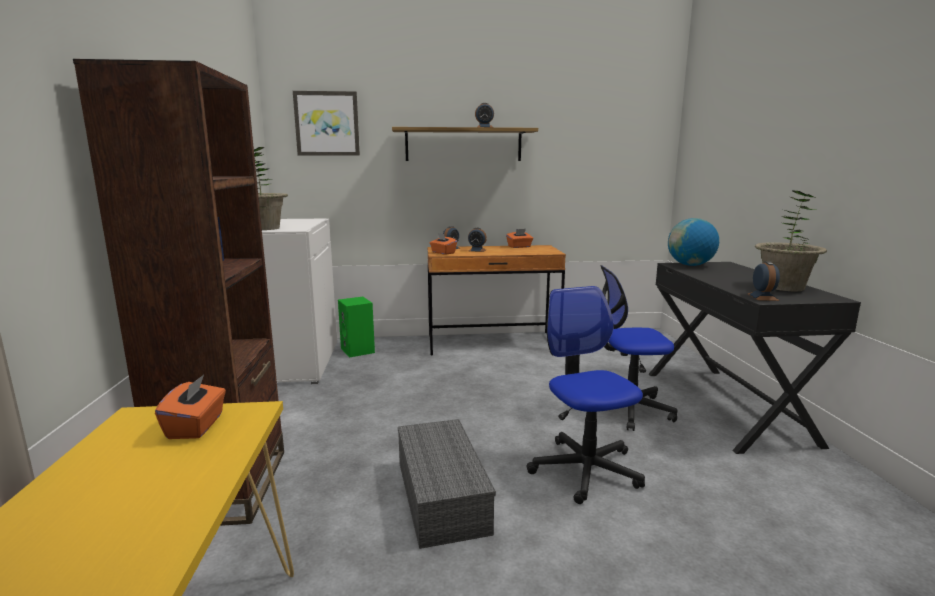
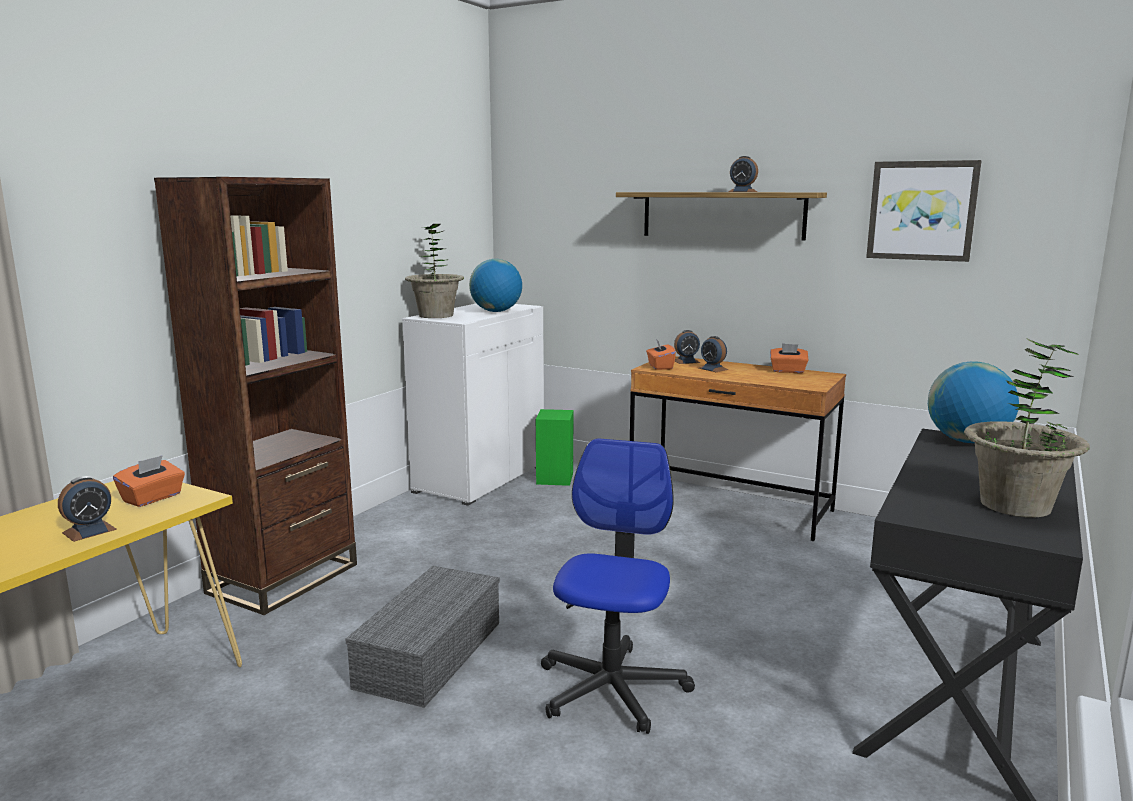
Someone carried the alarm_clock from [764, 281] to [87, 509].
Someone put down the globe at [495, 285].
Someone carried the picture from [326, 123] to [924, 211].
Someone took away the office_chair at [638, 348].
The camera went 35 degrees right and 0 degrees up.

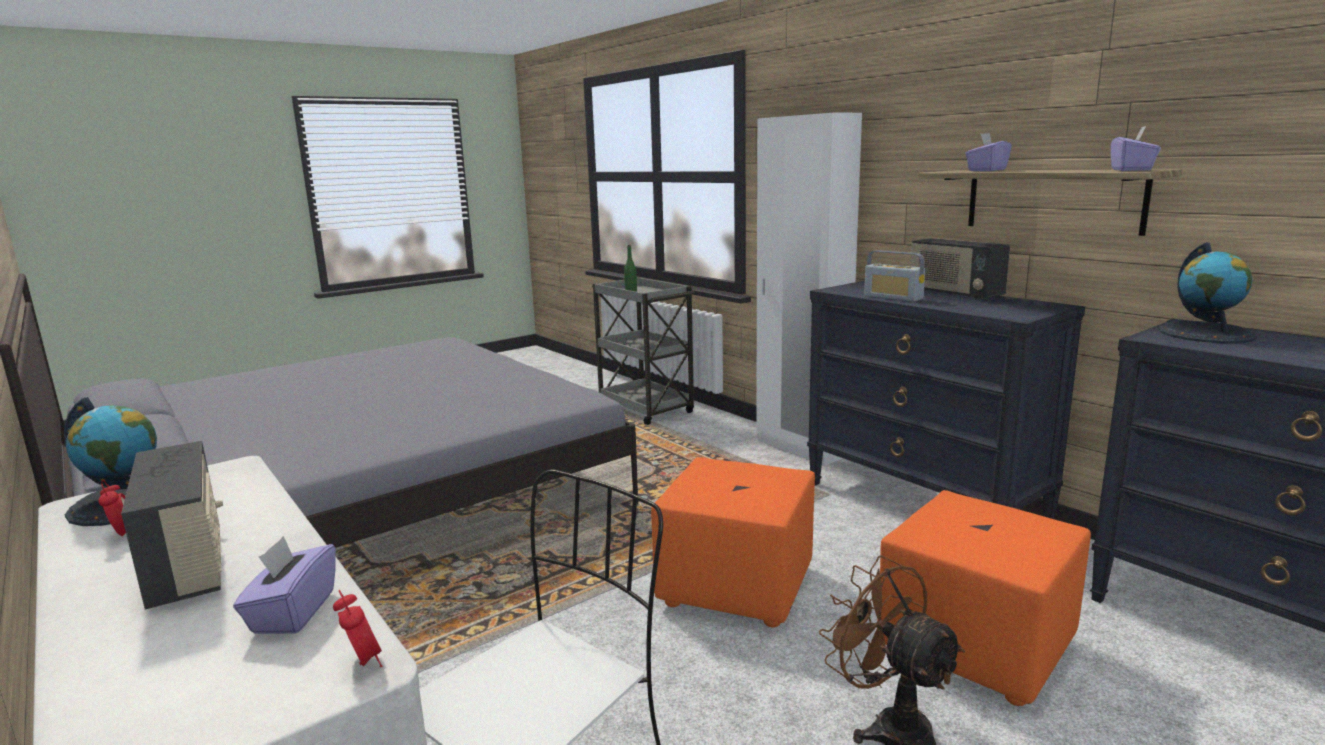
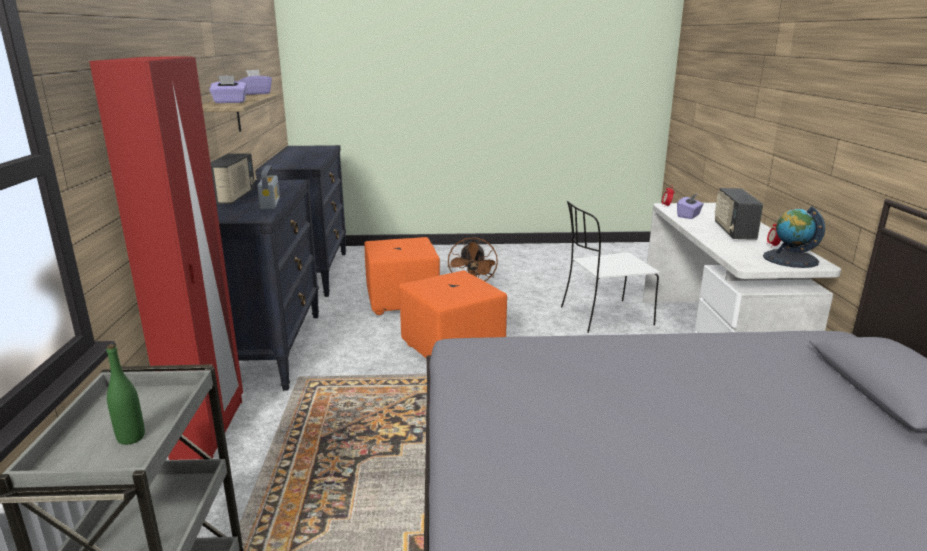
Someone repainted the white_wardrobe at [809, 289], which became the red_wardrobe at [166, 258].
Someone took away the globe at [1207, 292].
The camera went 145 degrees left and 5 degrees up.

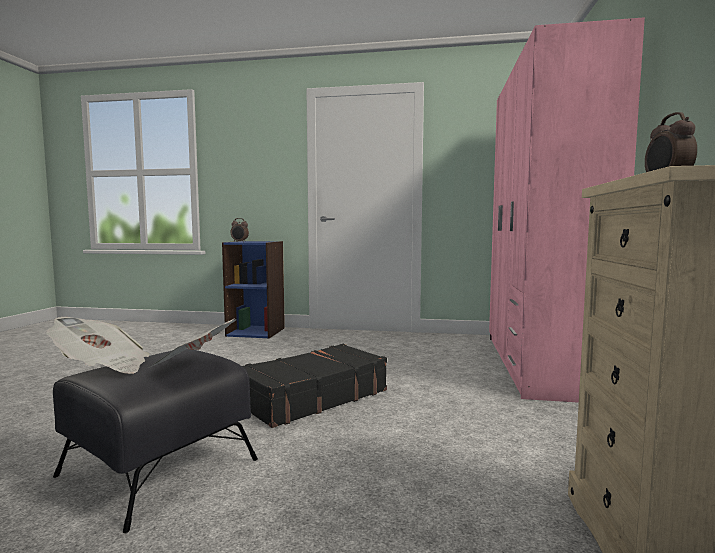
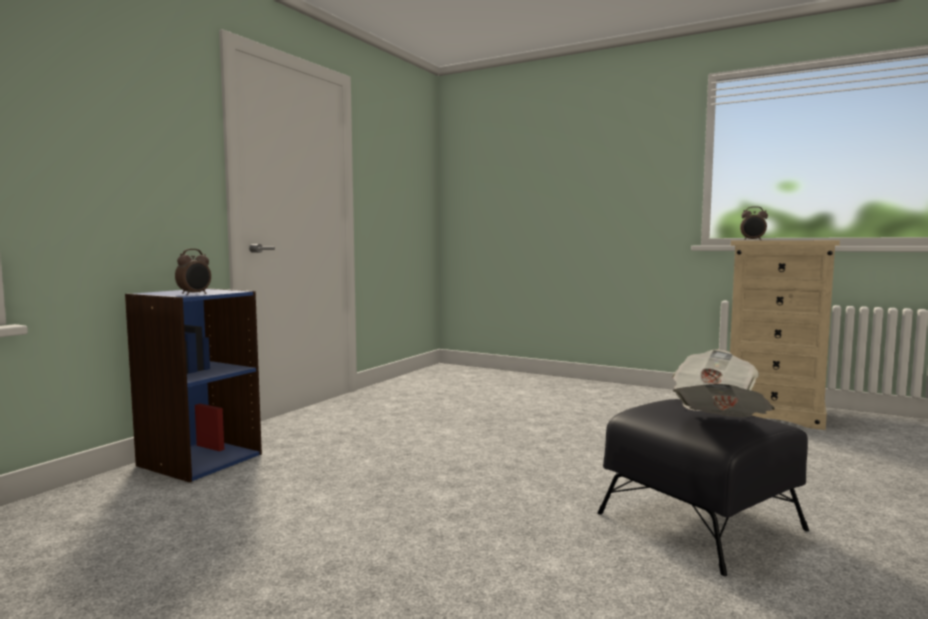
Someone took away the black_suitcase at [314, 386].
Someone took away the pink_wardrobe at [567, 210].
The camera went 70 degrees left and 0 degrees up.

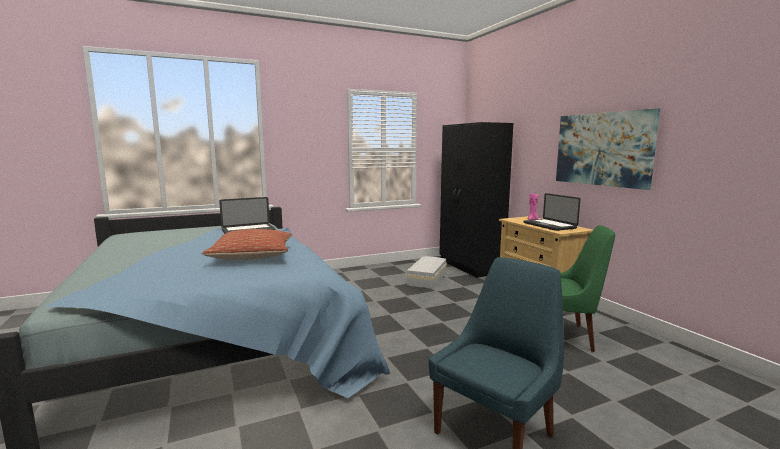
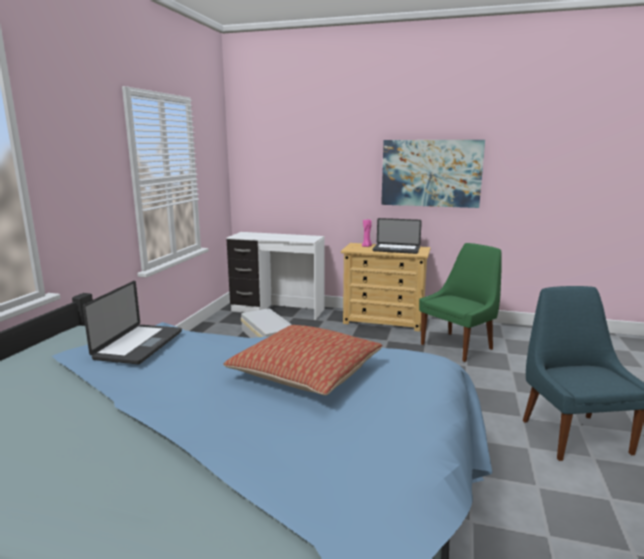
Someone swapped the black_wardrobe at [476, 200] for the white_desk at [275, 276].
The camera went 50 degrees left and 5 degrees up.

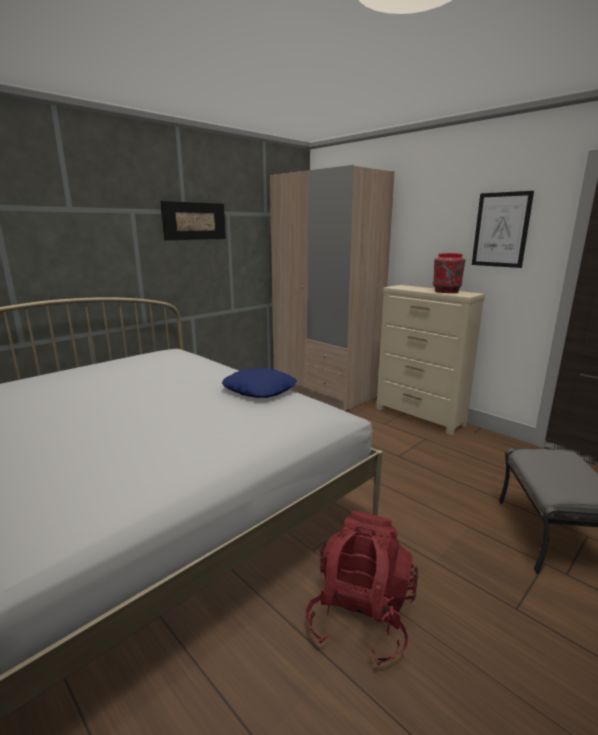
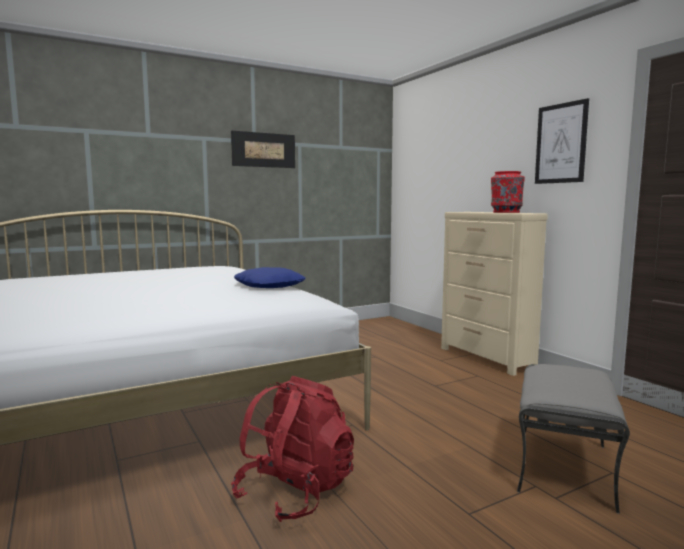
Someone took away the beige_wardrobe at [332, 288].
The camera went 15 degrees right and 10 degrees down.

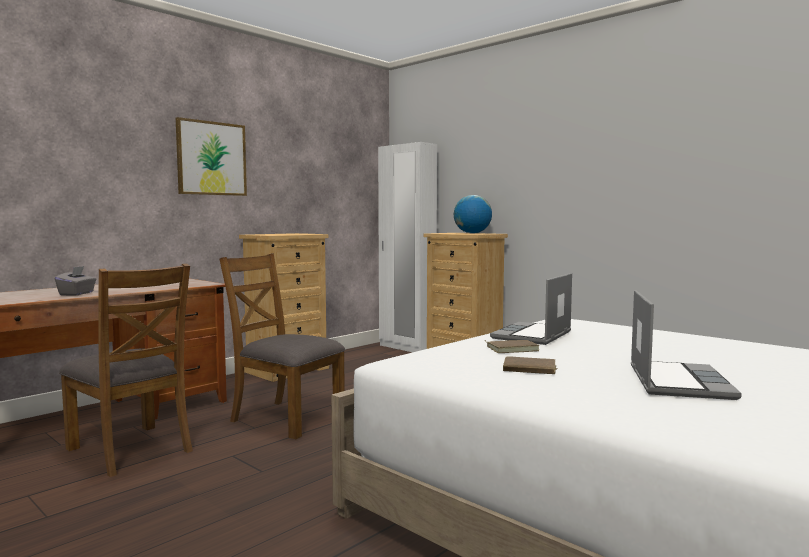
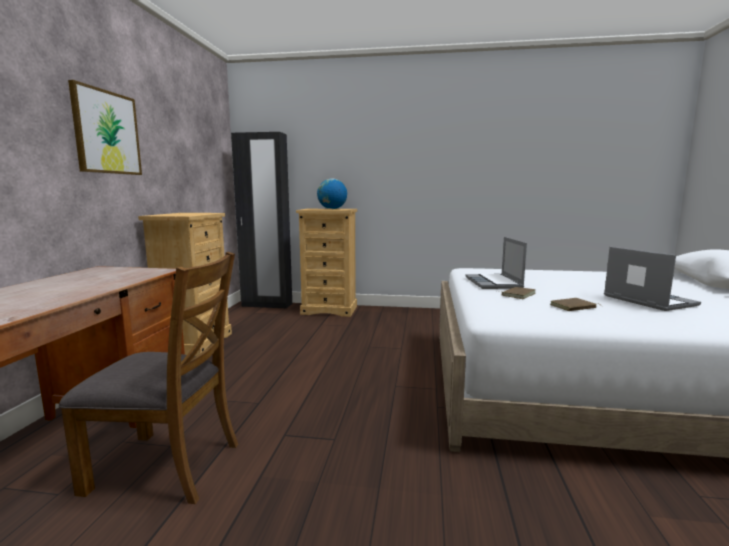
Someone repainted the white_wardrobe at [407, 247], which became the black_wardrobe at [261, 220].
Someone took away the grey_tissue_box at [75, 280].
Someone took away the brown_chair at [282, 346].
The camera went 35 degrees left and 5 degrees up.

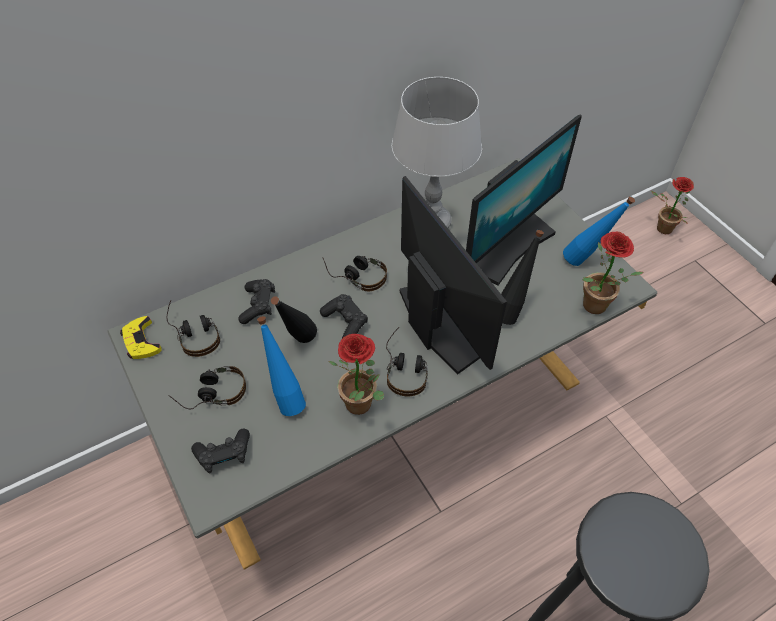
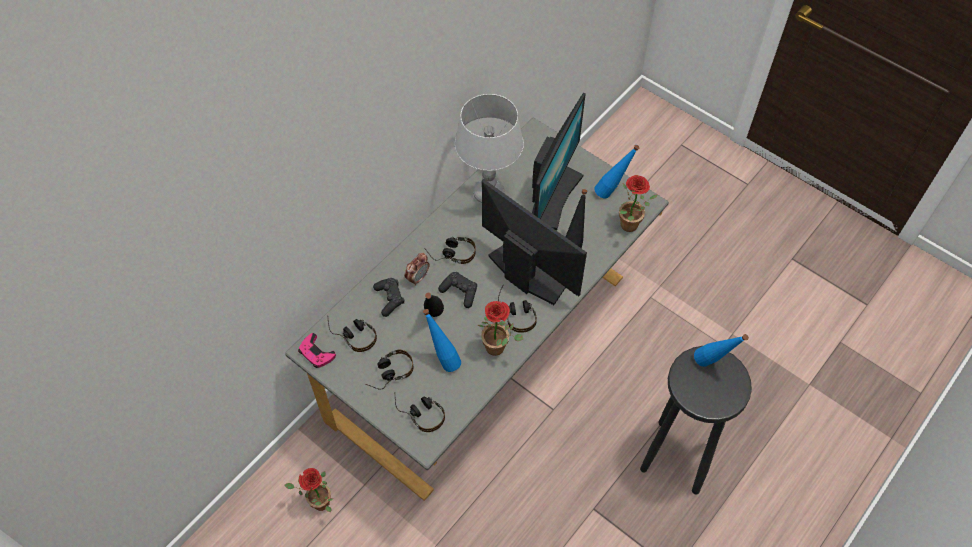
Someone carried the potted_plant from [672, 205] to [308, 490].
Someone repainted the yellow_game_controller at [141, 337], which became the pink_game_controller at [317, 350].
Someone swapped the black_game_controller at [220, 451] for the headphones at [419, 412].
Someone put down the alarm_clock at [417, 269].
Someone put down the blue_bottle at [721, 350].
The camera went 20 degrees left and 5 degrees up.

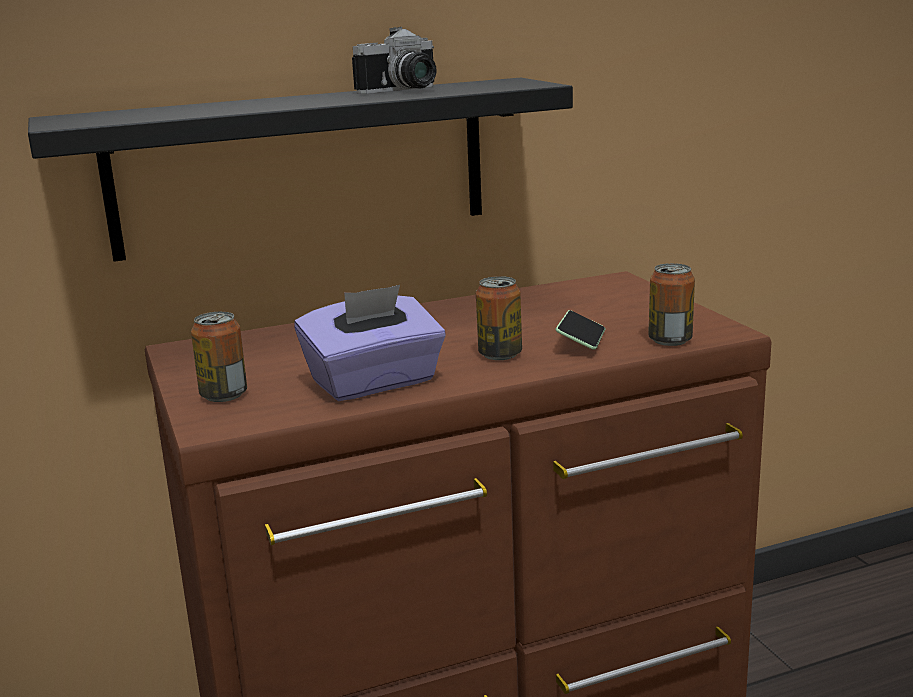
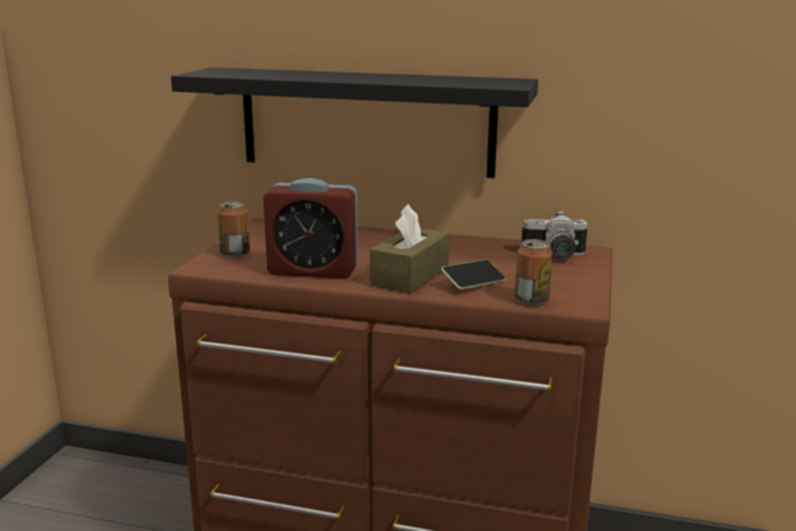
Someone swapped the purple_tissue_box at [369, 343] for the alarm_clock at [310, 228].
Someone swapped the can at [499, 318] for the brown_tissue_box at [409, 249].
Someone carried the photo_camera from [394, 60] to [554, 235].
The camera went 35 degrees right and 0 degrees up.

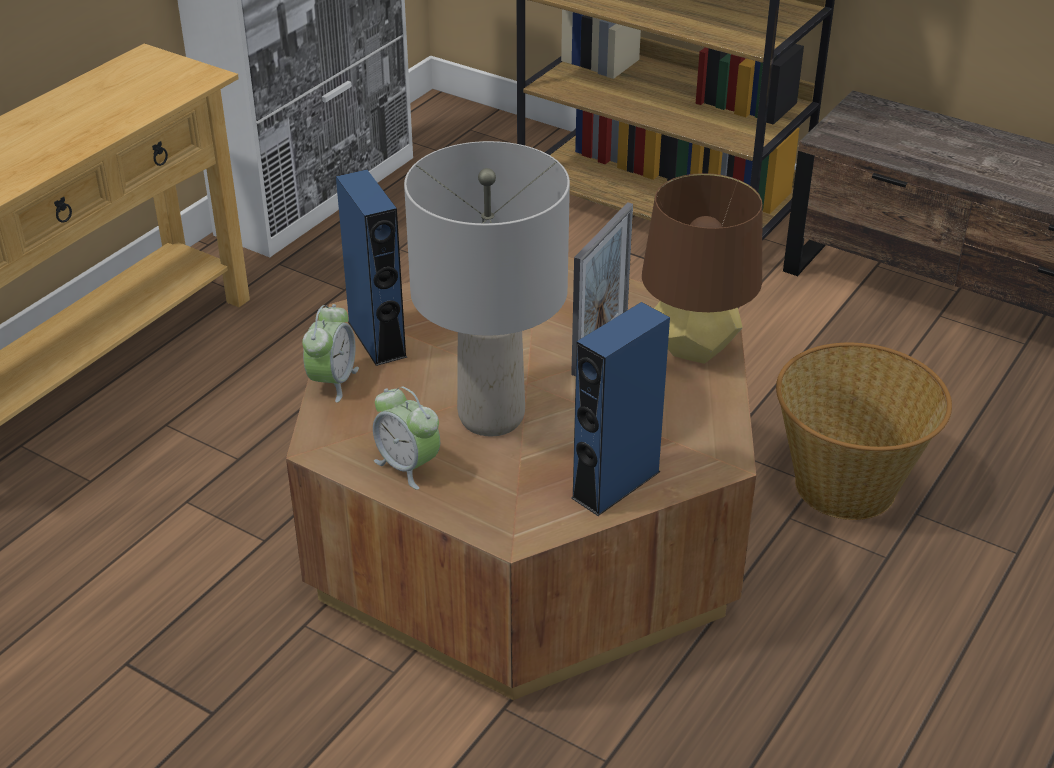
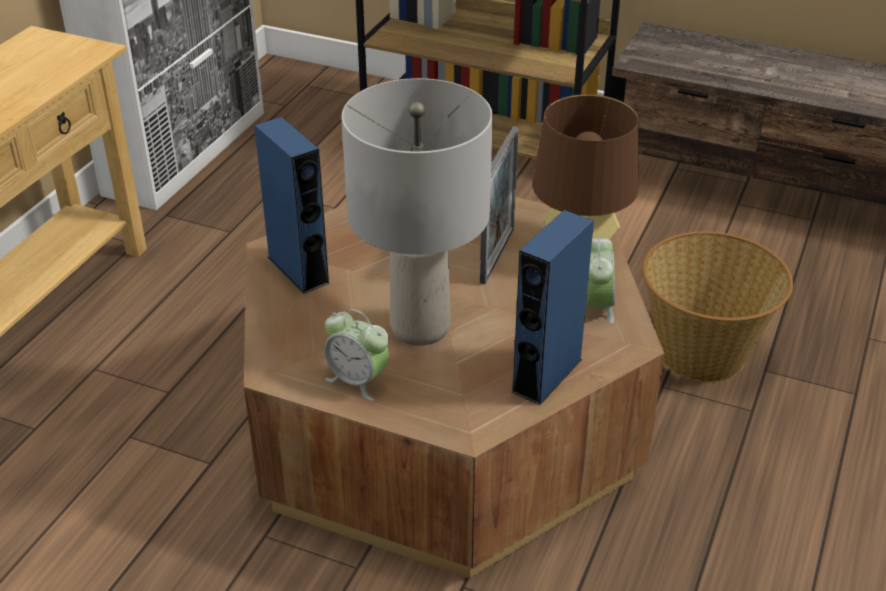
Someone carried the alarm_clock from [330, 353] to [600, 279].
The camera went 10 degrees left and 0 degrees up.

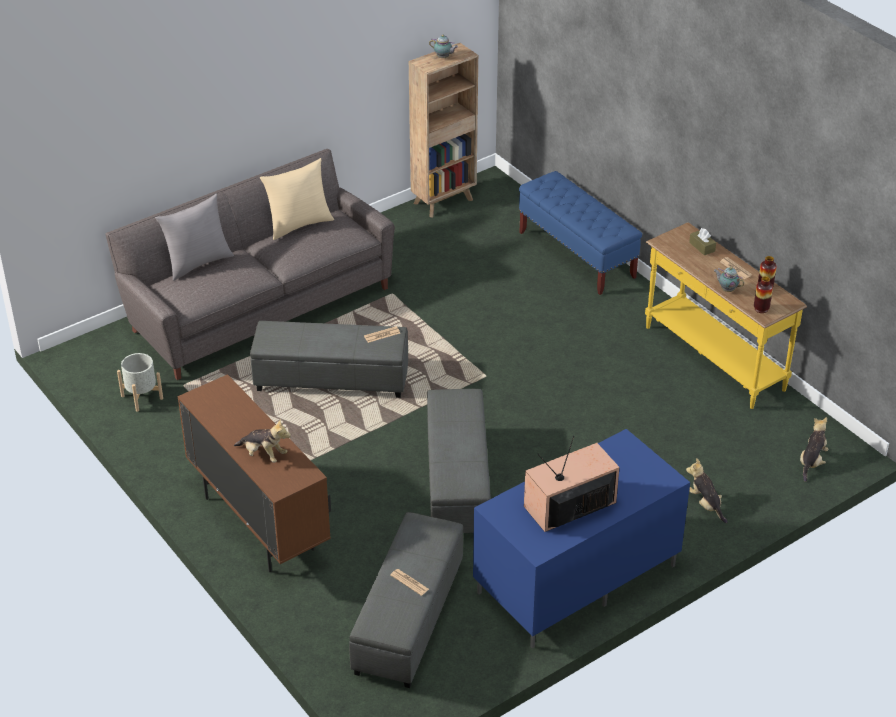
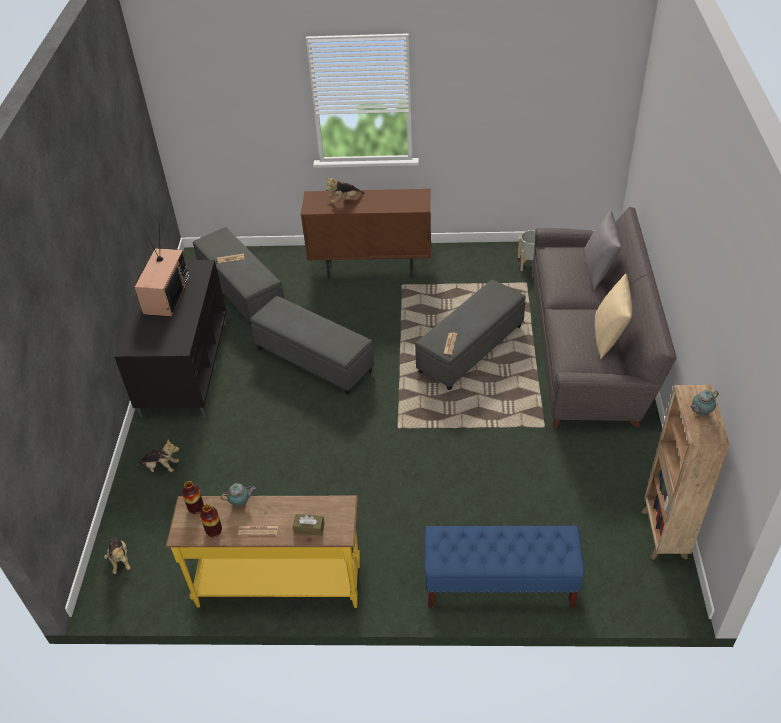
Someone repainted the blue_tv_stand at [581, 538], which became the black_tv_stand at [170, 339].
The camera went 130 degrees right and 5 degrees up.

